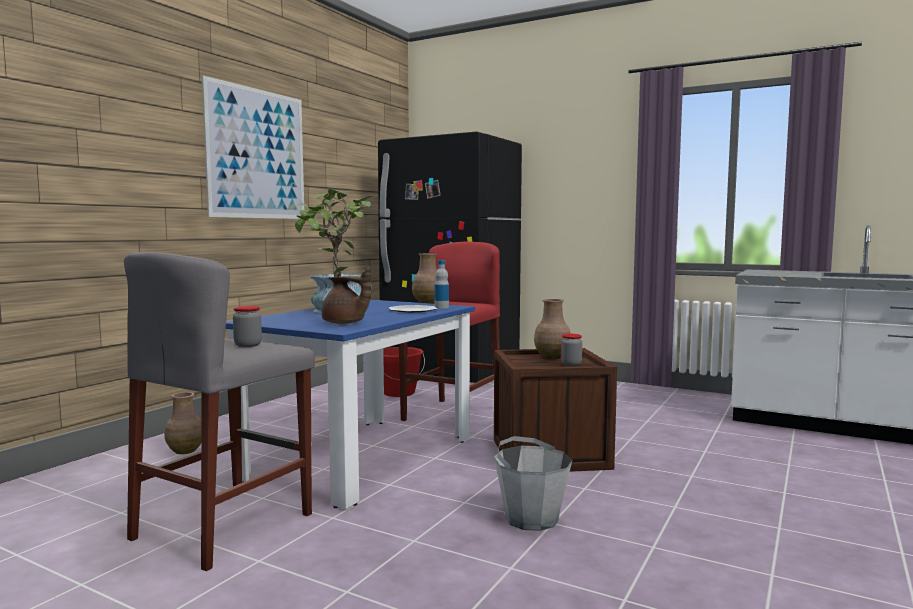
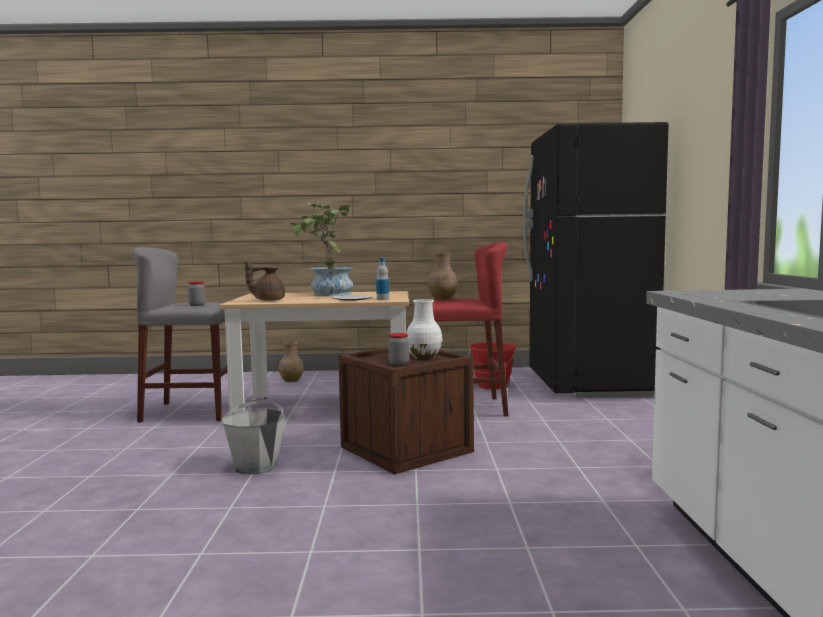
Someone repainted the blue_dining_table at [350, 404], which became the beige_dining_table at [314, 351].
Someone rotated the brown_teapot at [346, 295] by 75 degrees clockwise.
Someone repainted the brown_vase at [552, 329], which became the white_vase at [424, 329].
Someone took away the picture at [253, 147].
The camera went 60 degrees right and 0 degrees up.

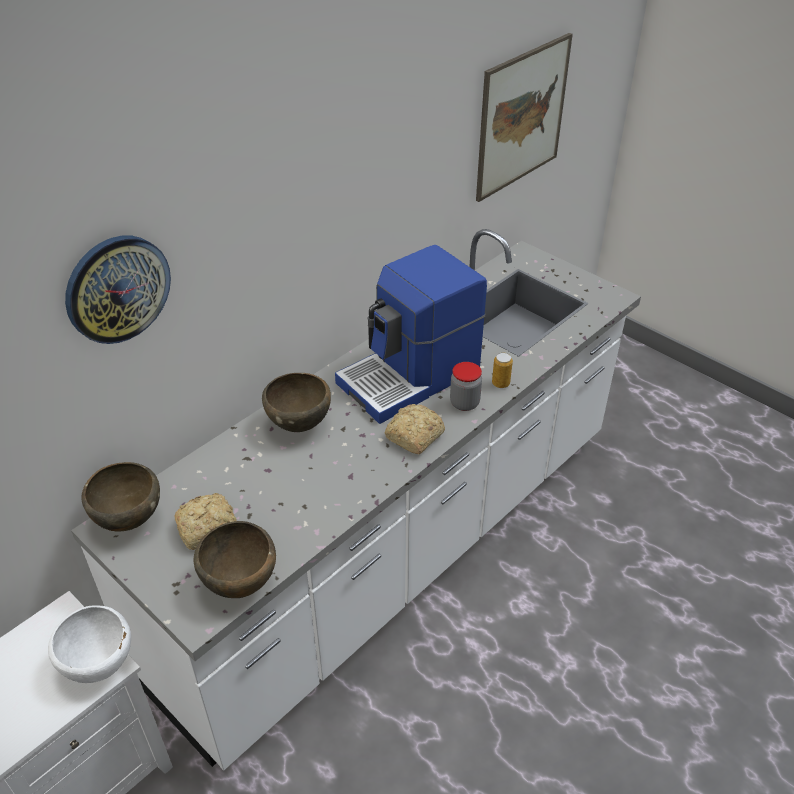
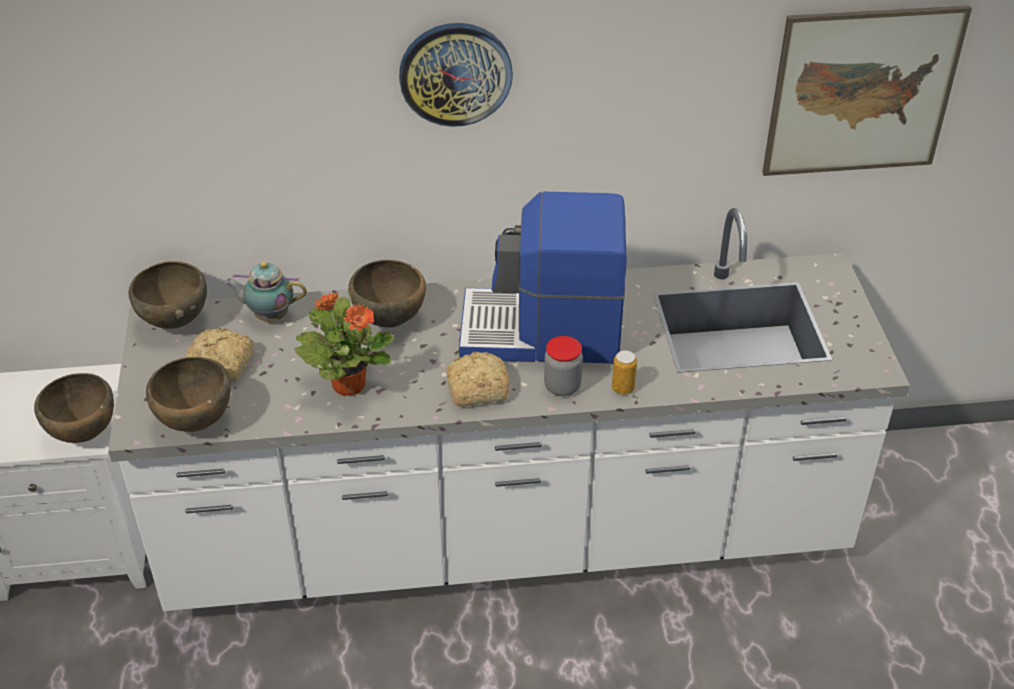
Someone repainted the white_bowl at [89, 644], which became the brown_bowl at [74, 408].
Someone put down the teapot at [266, 291].
Someone put down the potted_plant at [344, 344].
Someone carried the wall_clock from [118, 290] to [456, 75].
The camera went 40 degrees right and 0 degrees up.

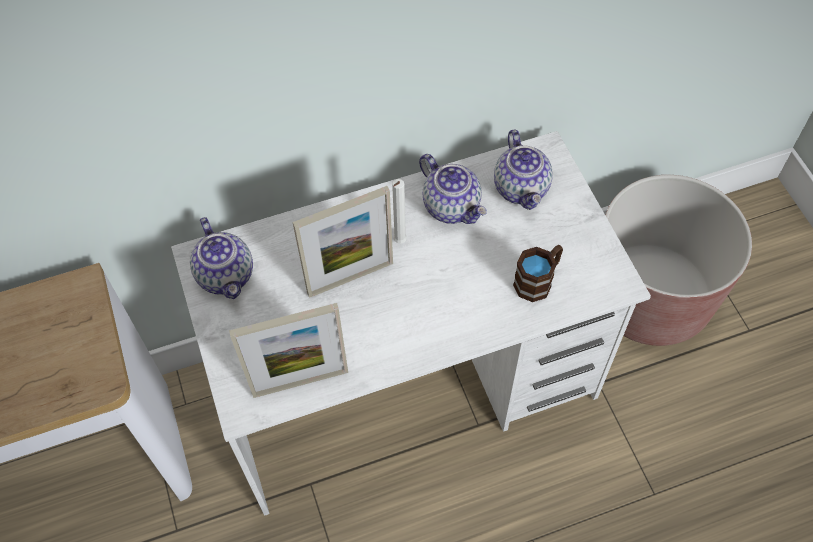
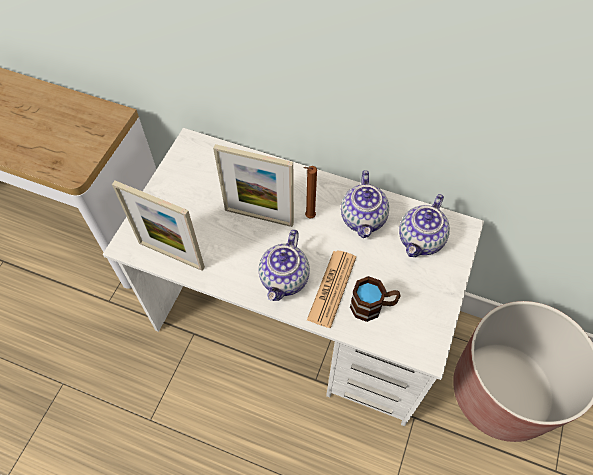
Someone carried the teapot from [221, 258] to [284, 265].
Someone repainted the white_candle at [399, 211], which became the brown_candle at [310, 192].
Someone put down the newspaper at [331, 289].
The camera went 40 degrees right and 0 degrees up.

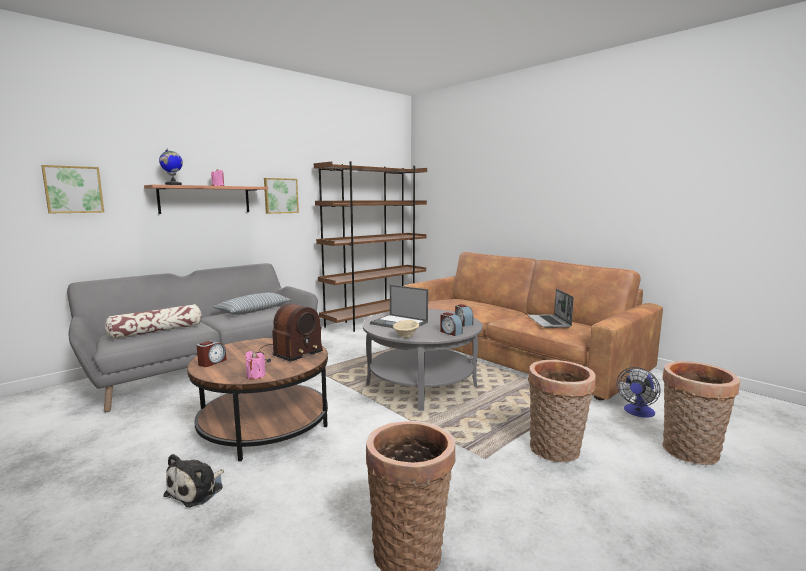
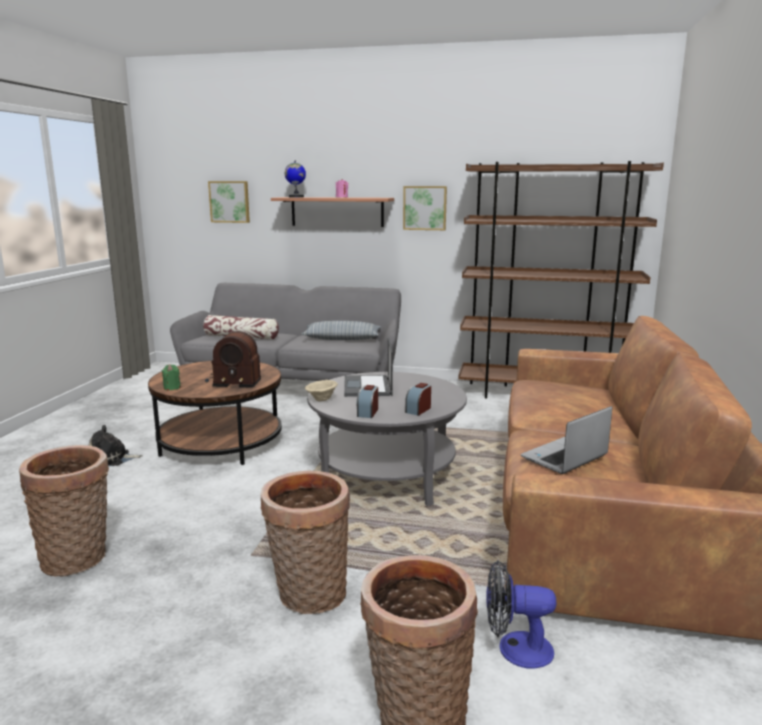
Someone repainted the pink_candle at [255, 365], which became the green_candle at [171, 377].
Someone took away the alarm_clock at [212, 354].
The camera went 55 degrees right and 5 degrees up.

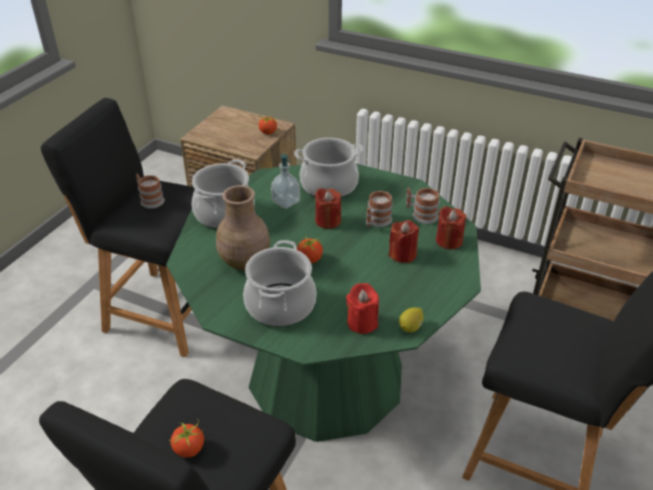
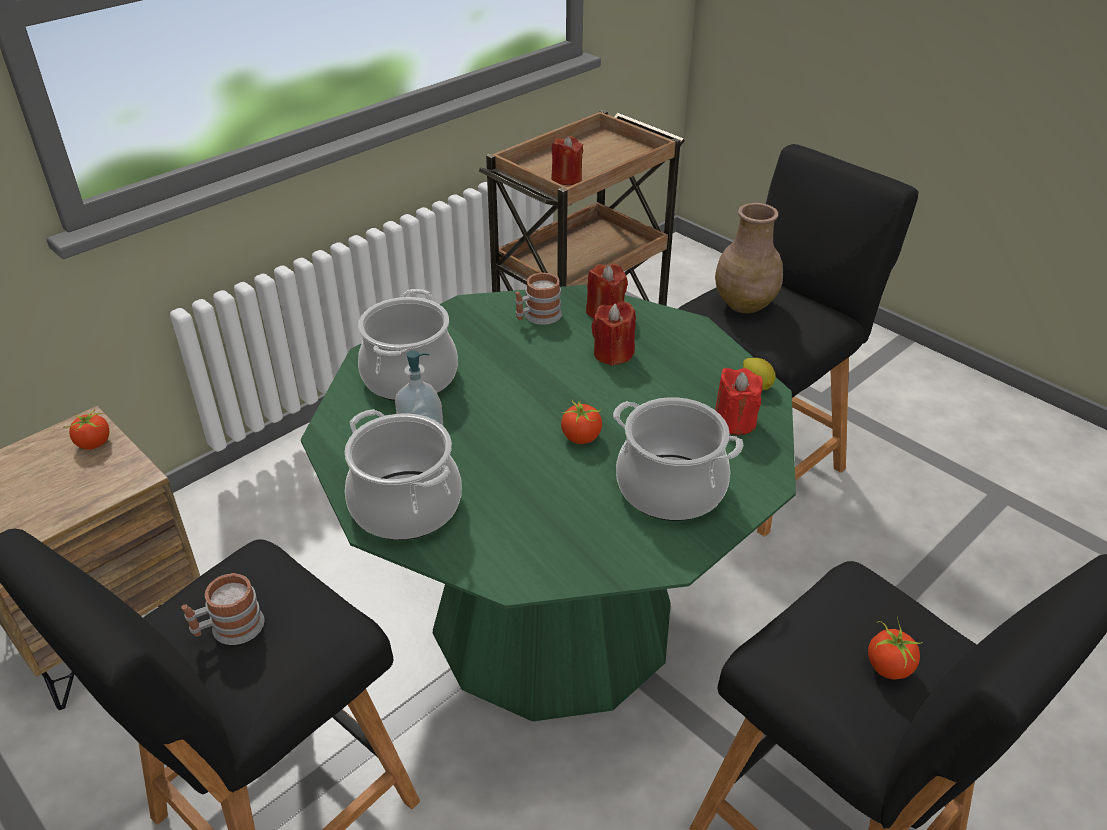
Someone carried the red_candle from [328, 208] to [567, 160].
Someone carried the brown_vase from [243, 228] to [749, 258].
Someone took away the mug at [379, 209].
The camera went 70 degrees left and 0 degrees up.

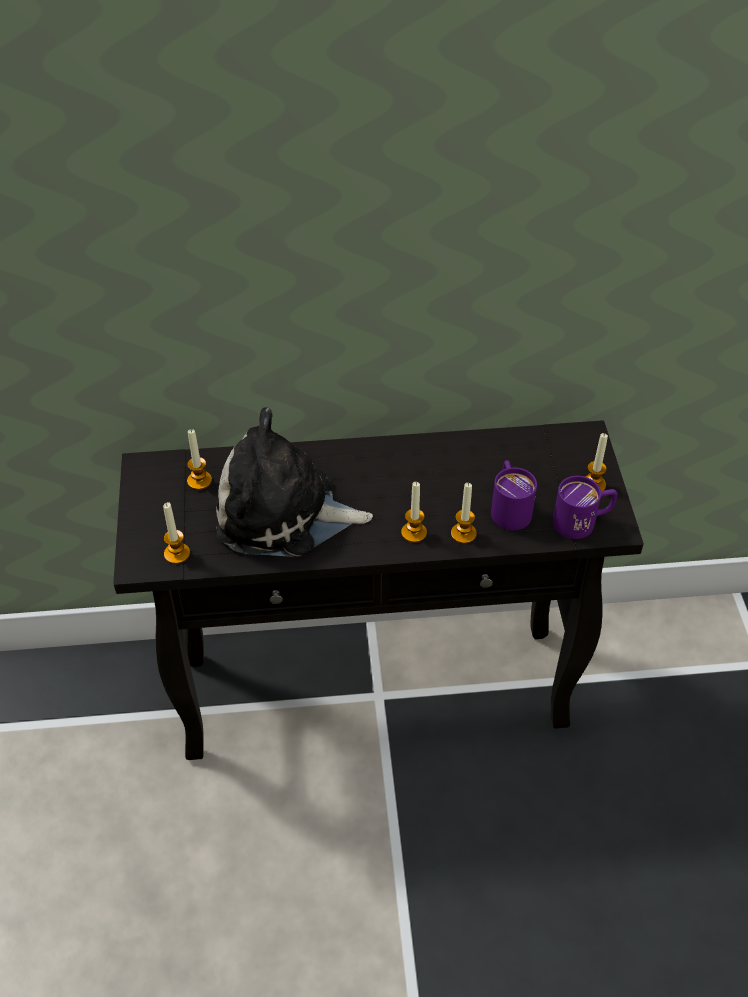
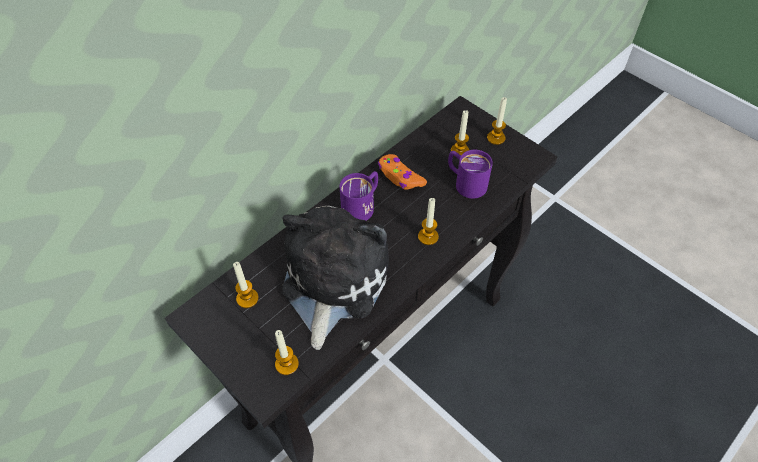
Someone rotated the plush_toy at [294, 482] by 135 degrees clockwise.
Someone carried the purple_mug from [585, 507] to [359, 196].
Someone put down the orange_game_controller at [402, 171].
Someone carried the candle from [464, 513] to [460, 133].
The camera went 40 degrees left and 5 degrees up.

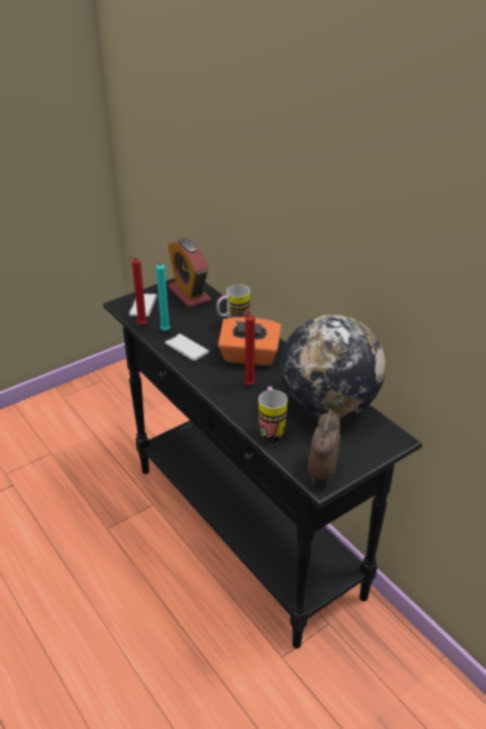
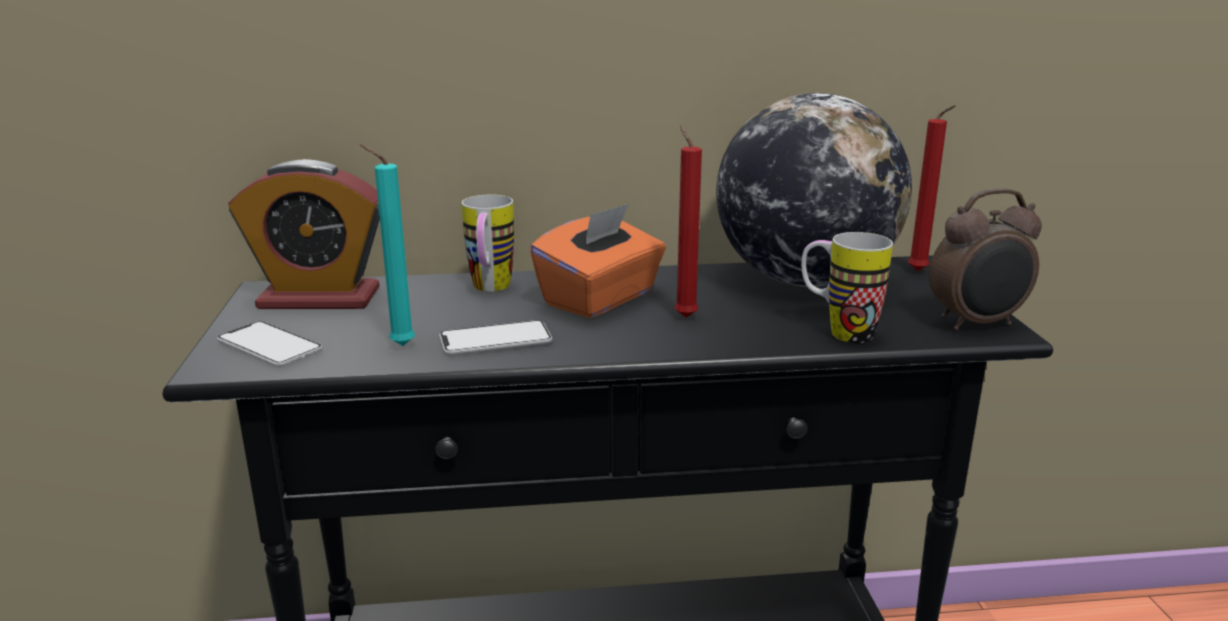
Someone carried the red_candle from [138, 291] to [932, 188].
Someone rotated the alarm_clock at [324, 447] by 60 degrees counterclockwise.
The camera went 60 degrees left and 15 degrees down.

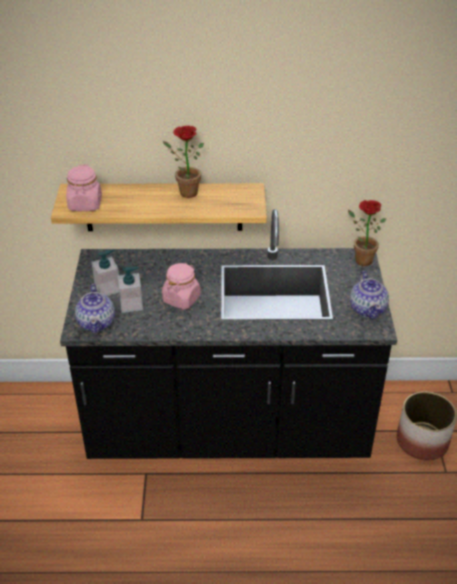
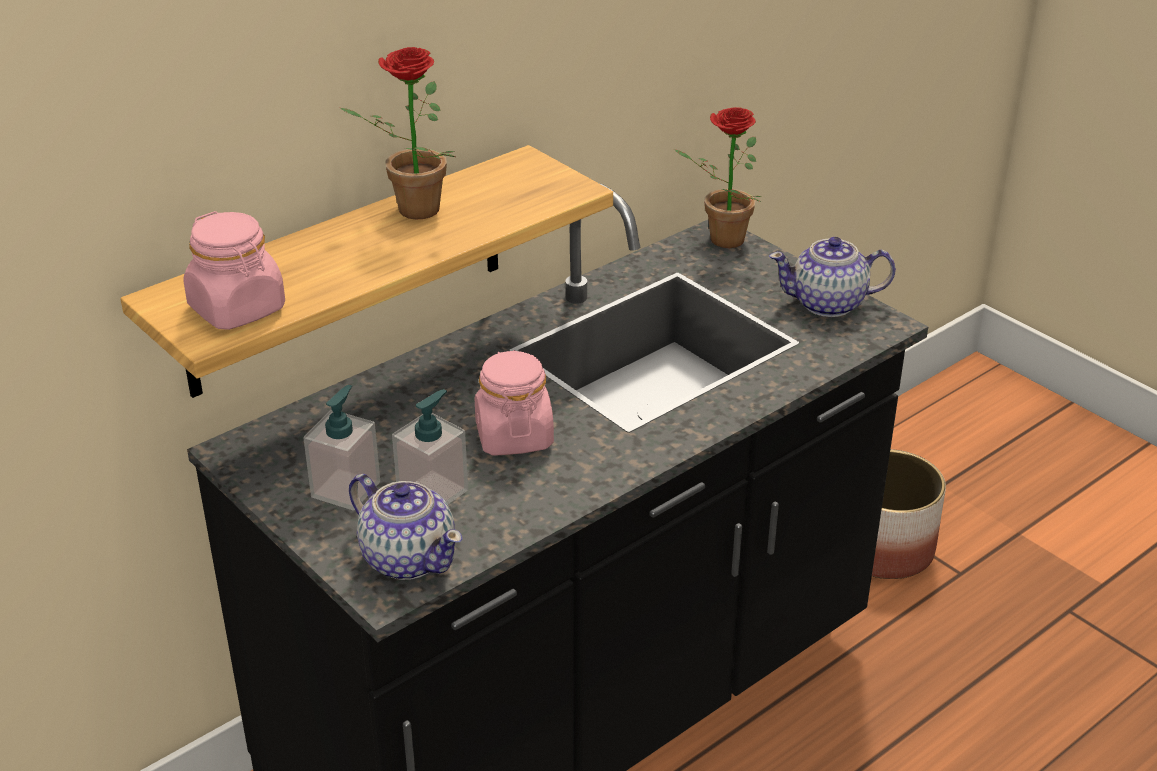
Someone rotated the teapot at [369, 295] by 135 degrees clockwise.
The camera went 40 degrees left and 5 degrees down.

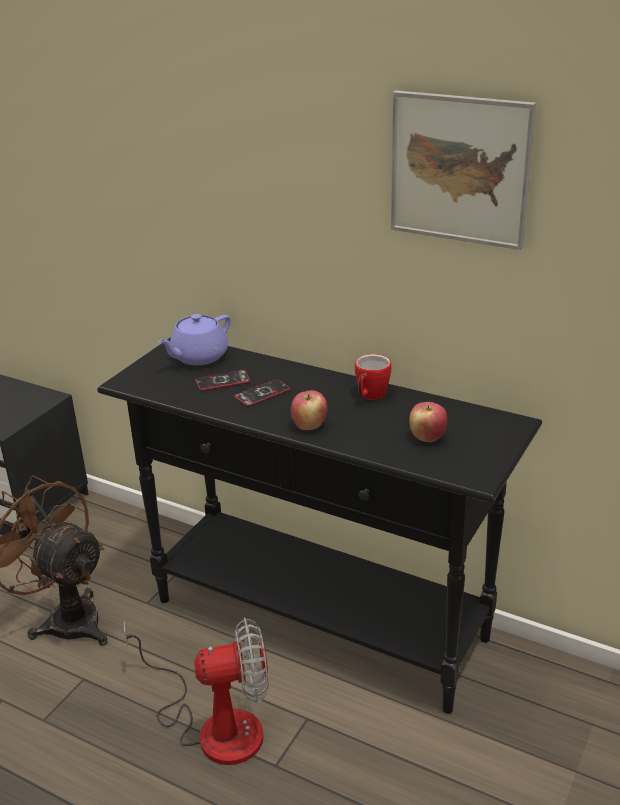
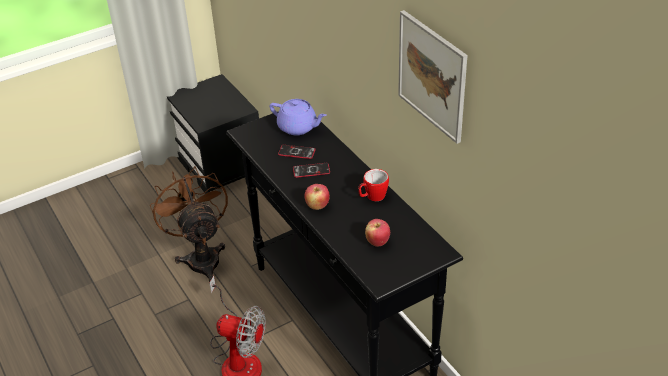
Someone rotated the purple_teapot at [194, 339] by 135 degrees counterclockwise.
The camera went 30 degrees right and 10 degrees up.

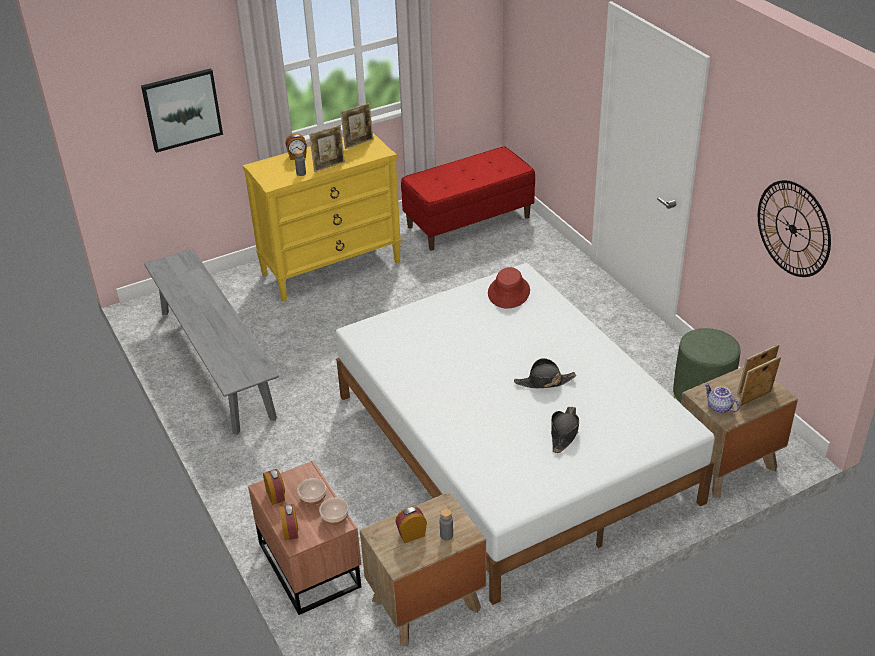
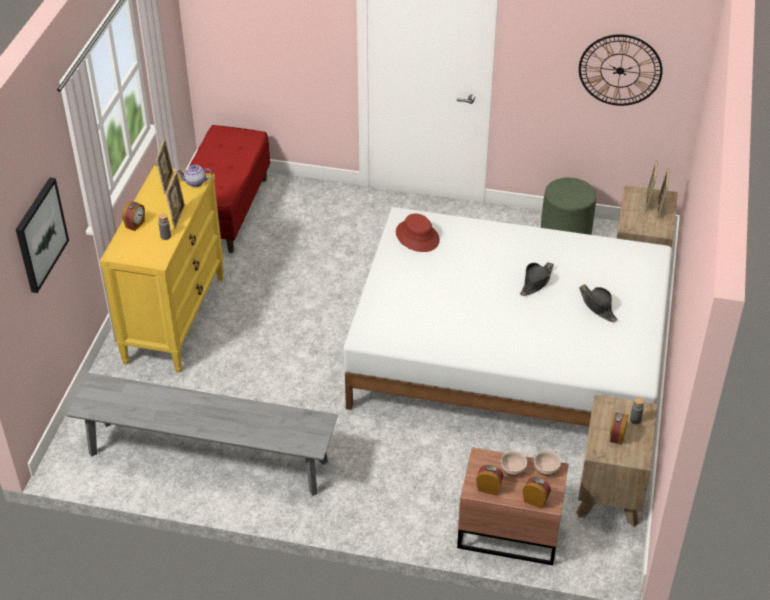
Someone carried the teapot from [722, 398] to [194, 176].
The camera went 50 degrees left and 5 degrees up.

